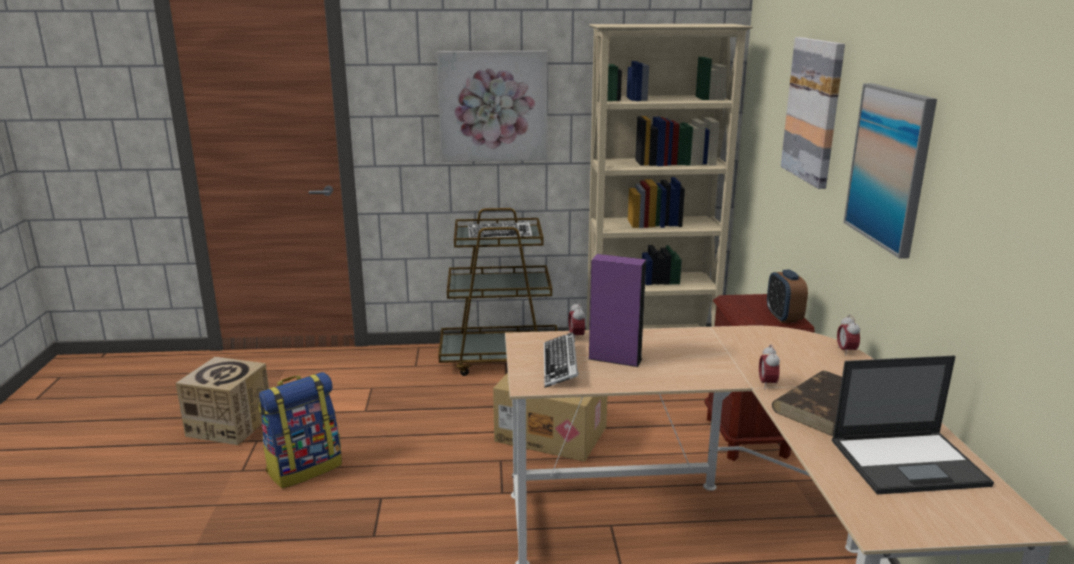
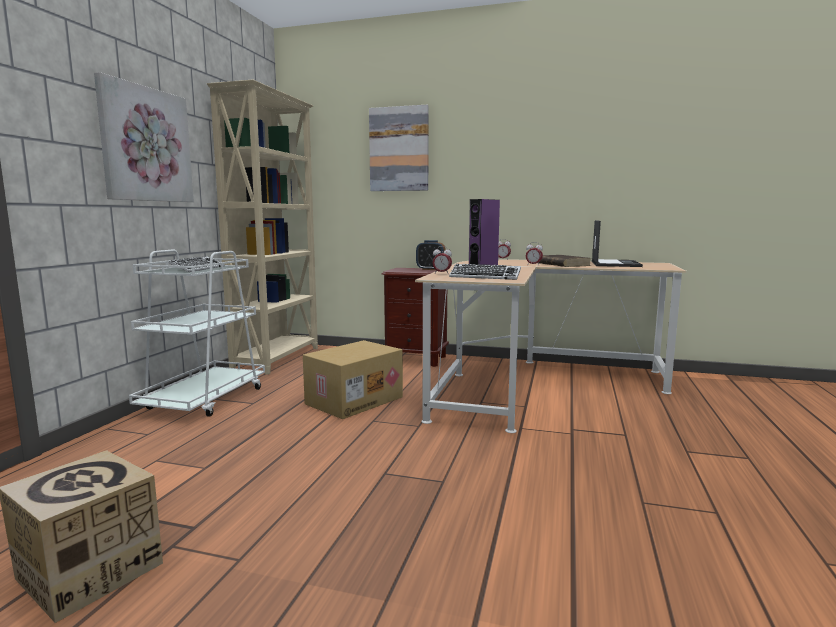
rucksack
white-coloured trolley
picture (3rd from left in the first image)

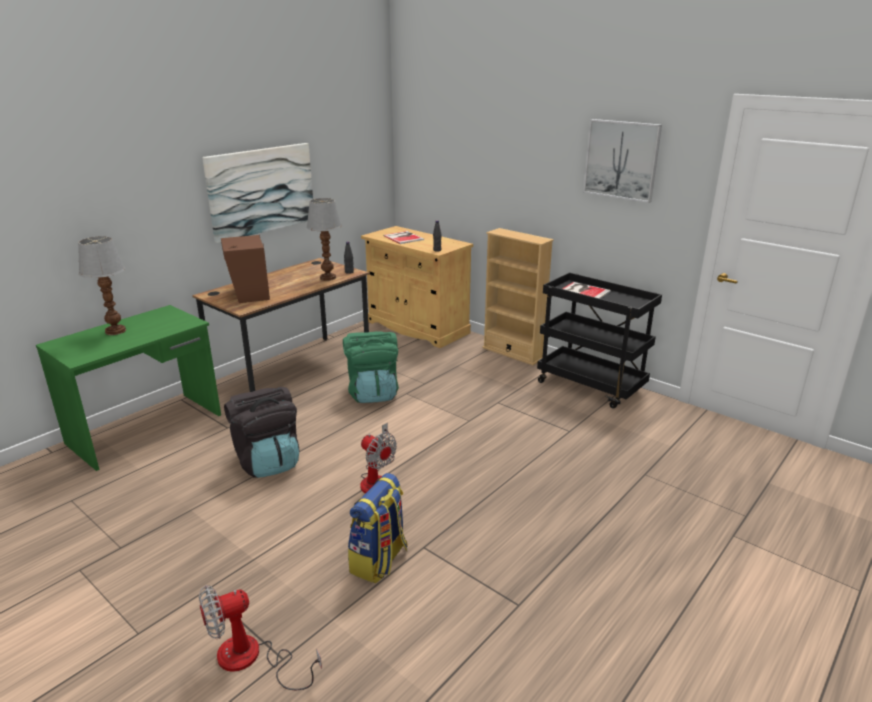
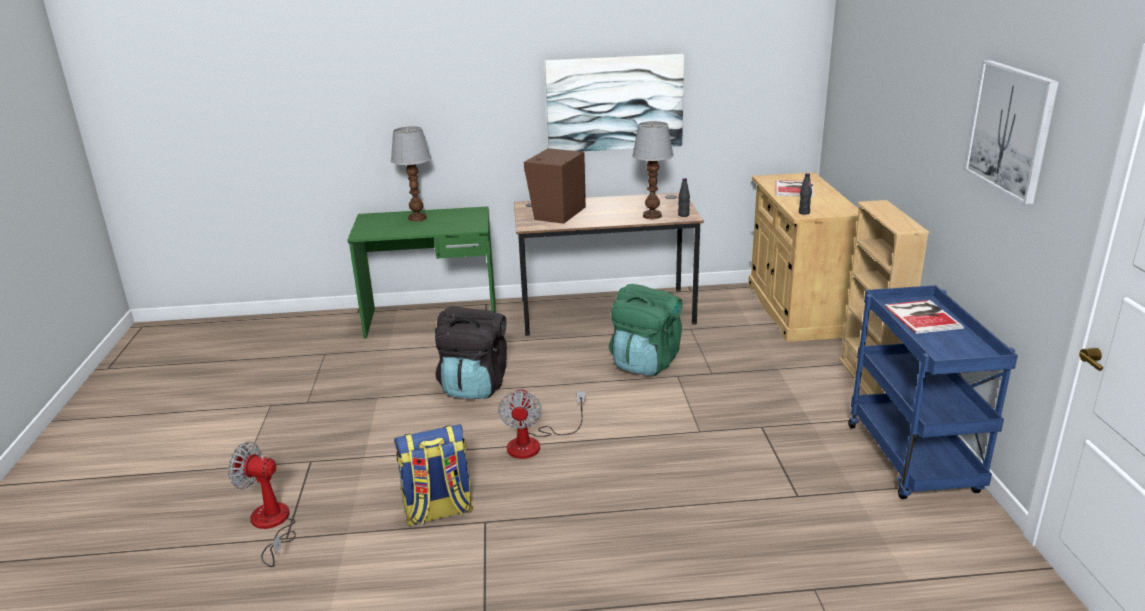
bluish trolley

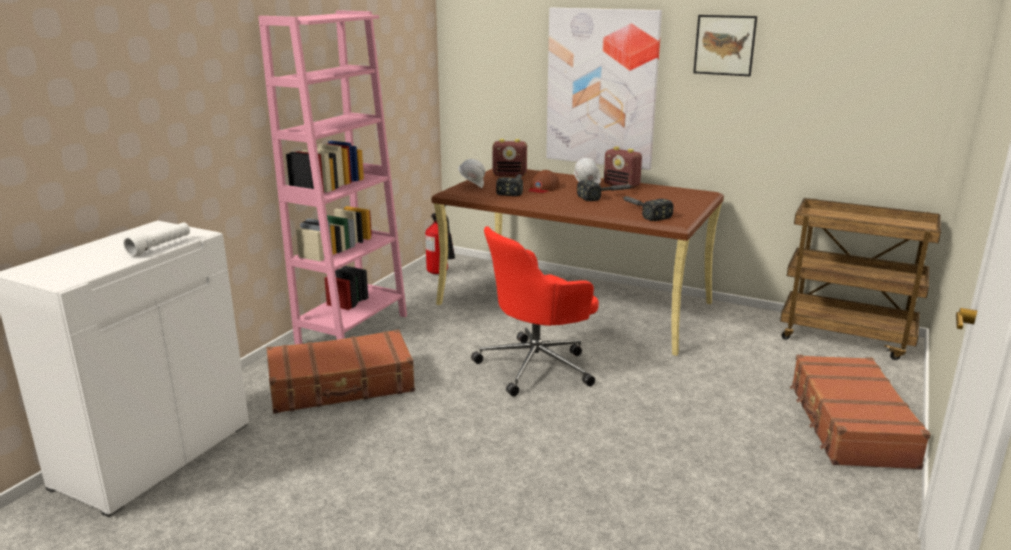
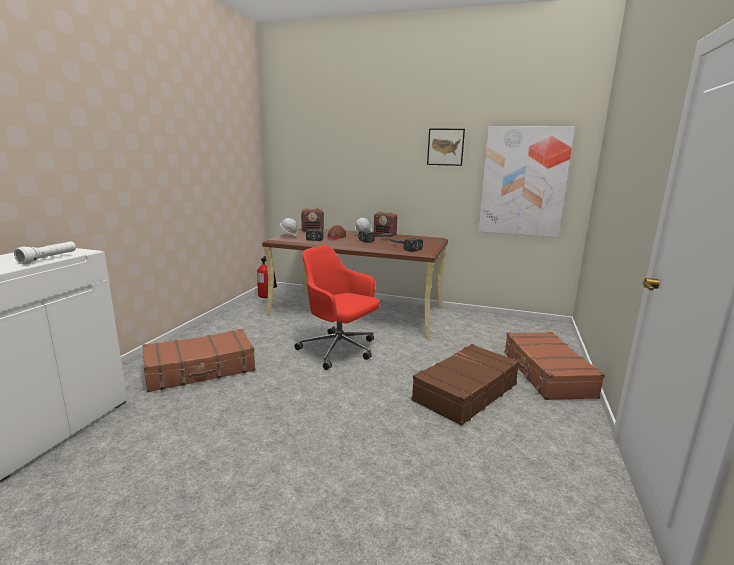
pink shelving unit
red computer chair
picture (2nd from left)
brown-coloured trolley
brown-coloured travel case (2nd from left)

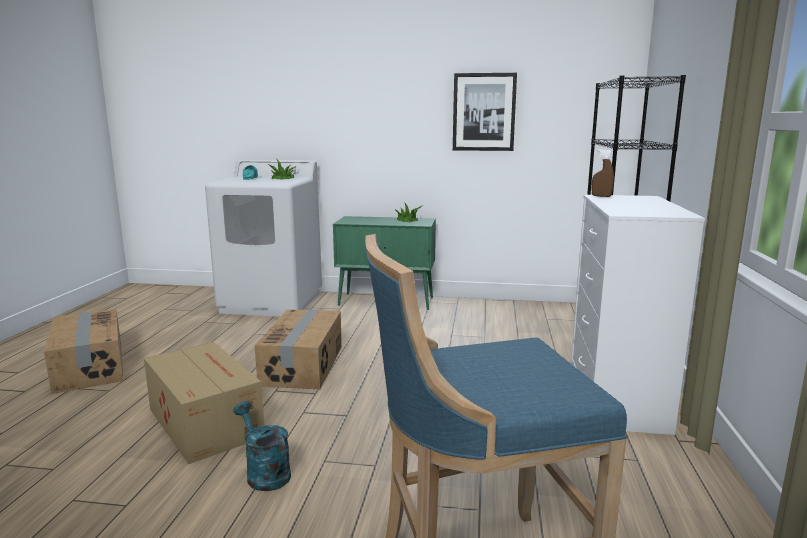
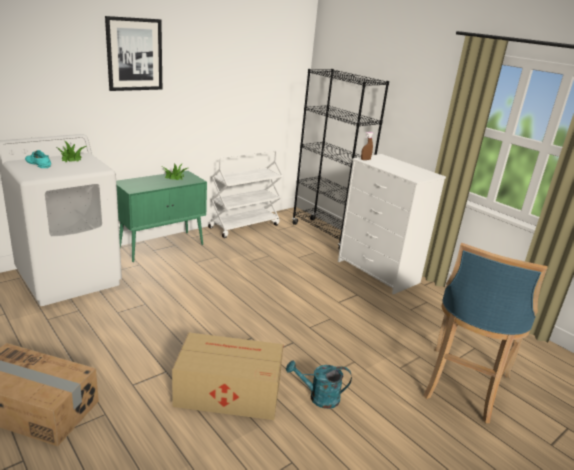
packing box (3rd from left in the first image)
picture
white-coloured trolley

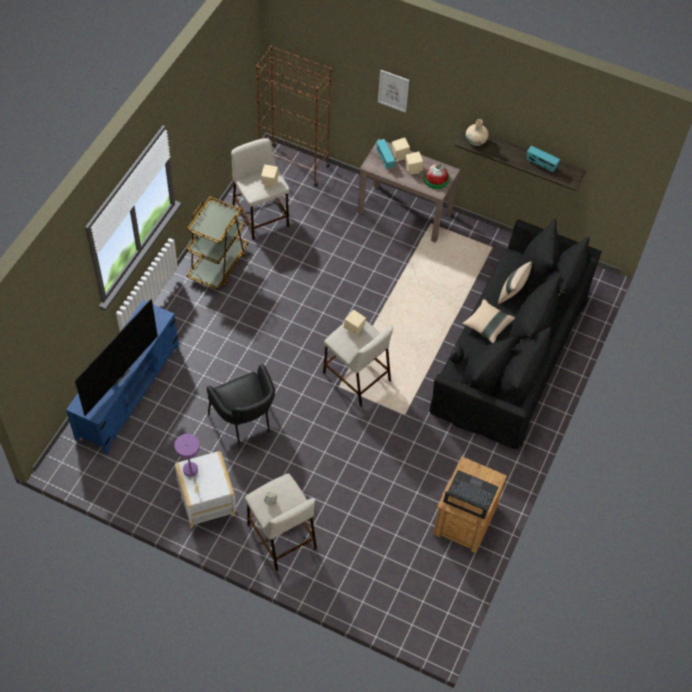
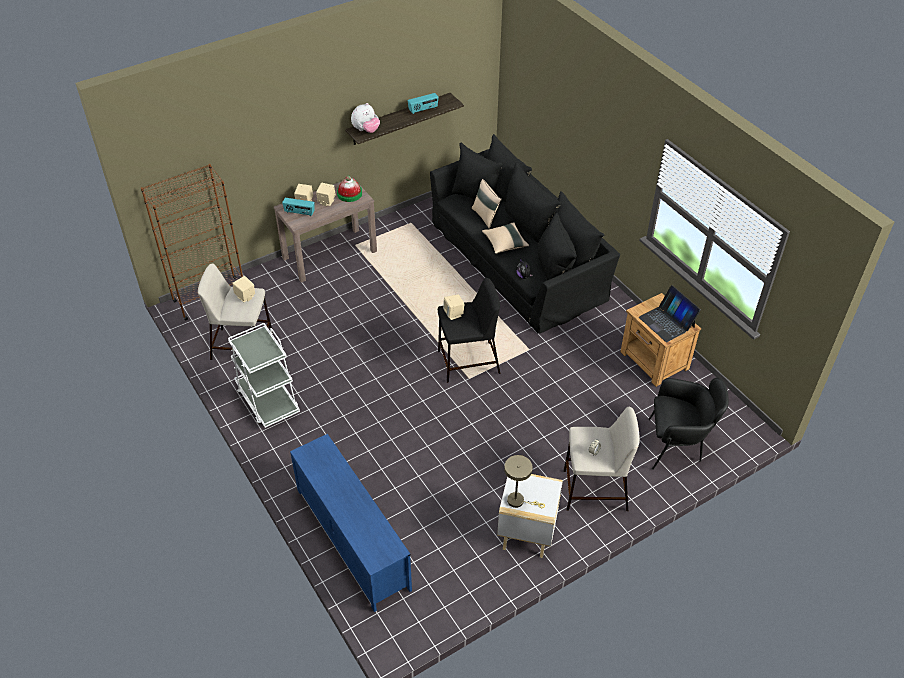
TV
beige table lamp
white-coloured trolley
blackish armchair
blackish stool
picture
laptop
cuddly toy (1st from left)

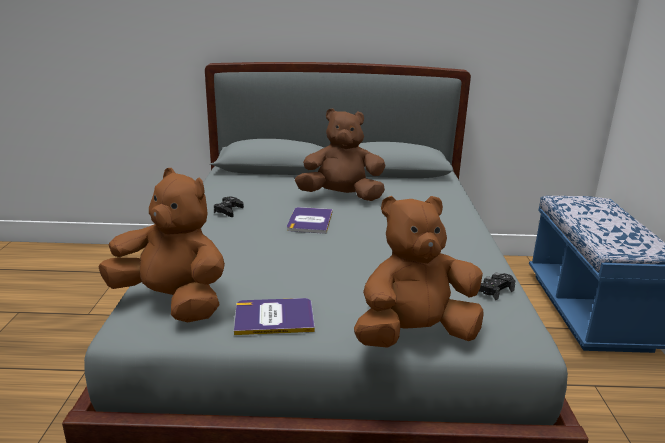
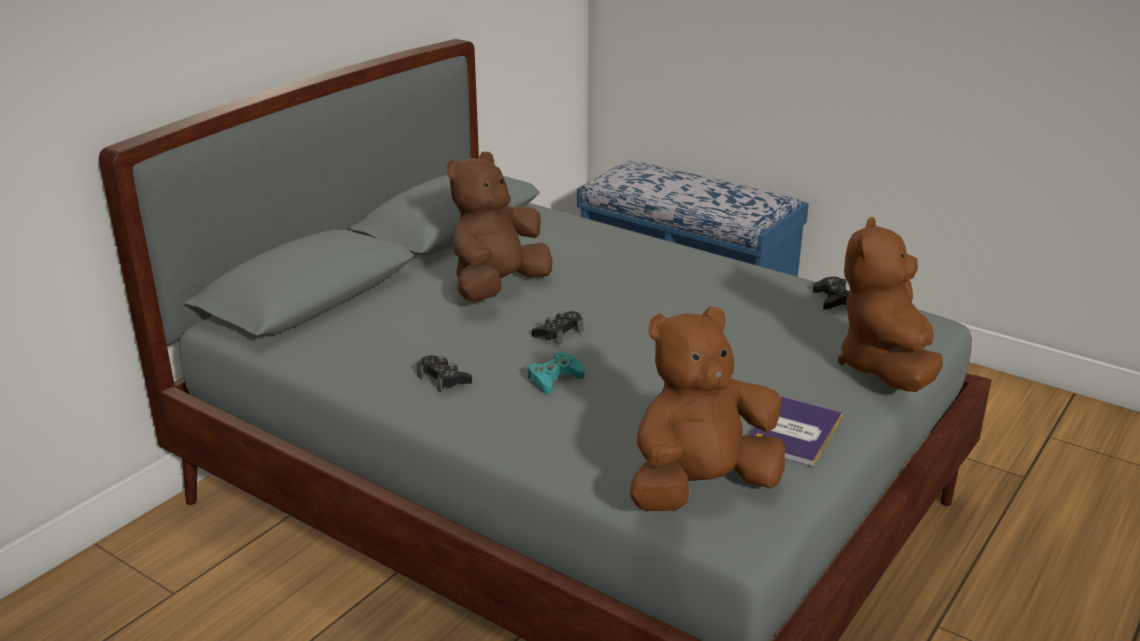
blackish joypad (2nd from left)
turquoise joypad

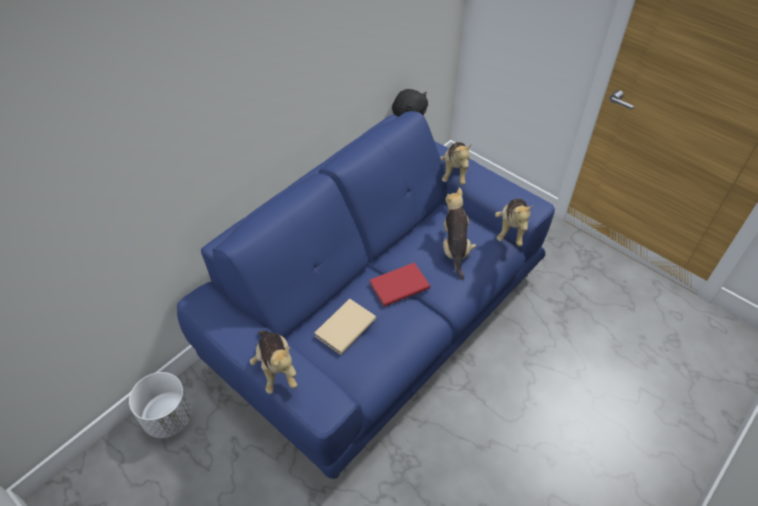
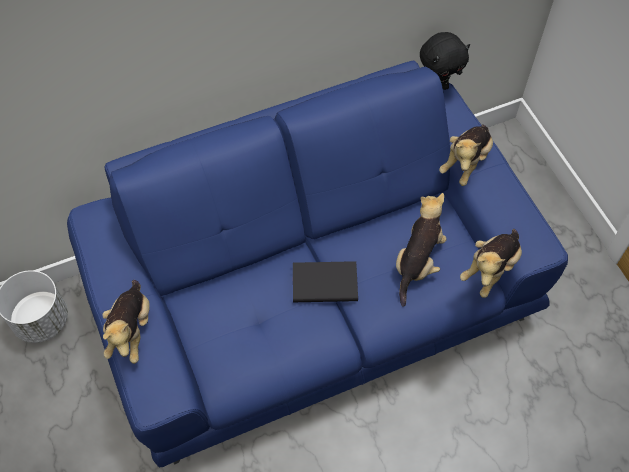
beige volume
blackish volume

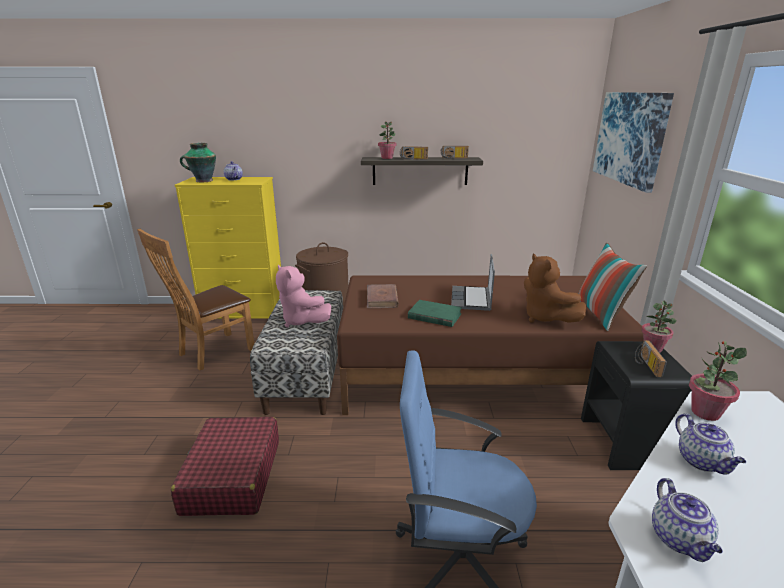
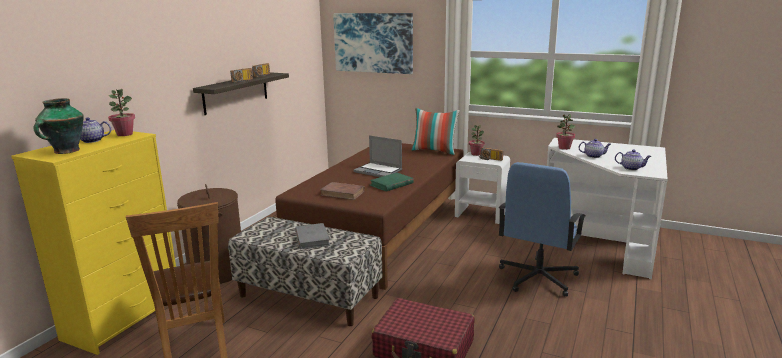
greyish volume
plant in a pot (1st from left)
brown-coloured cuddly toy
white-coloured night table

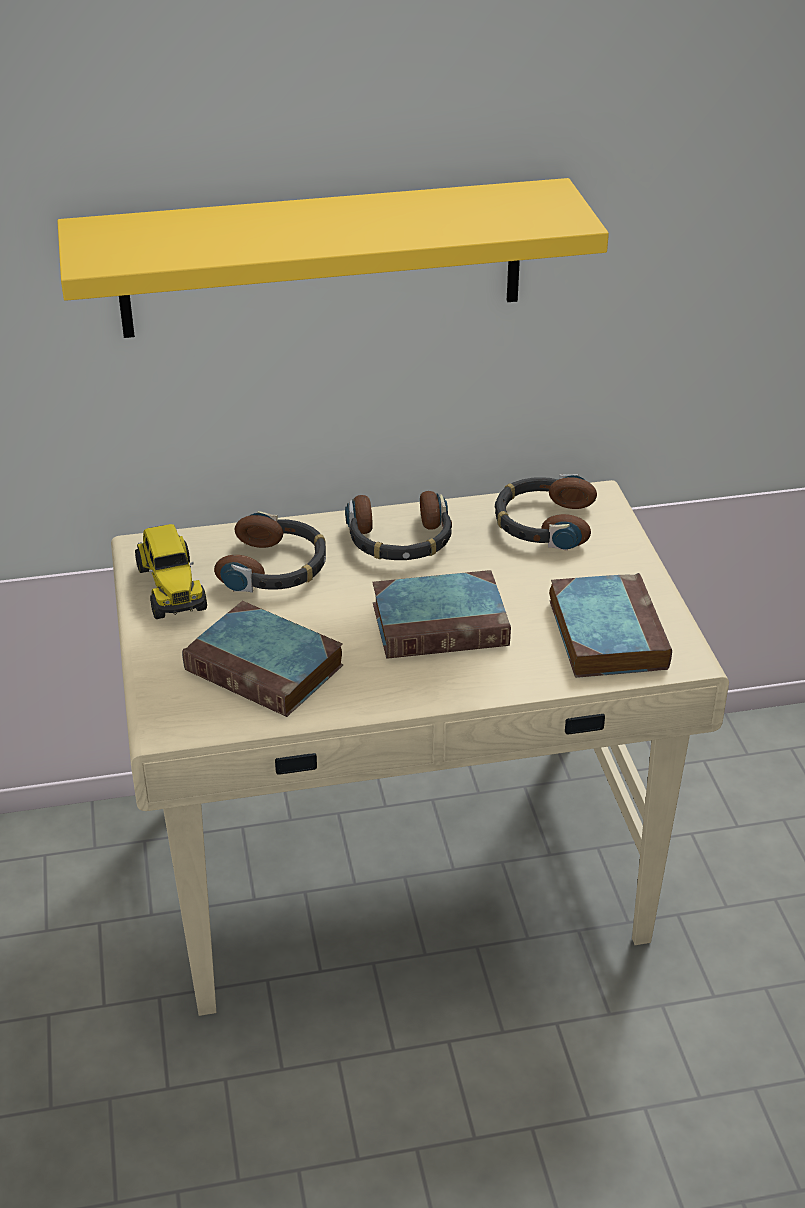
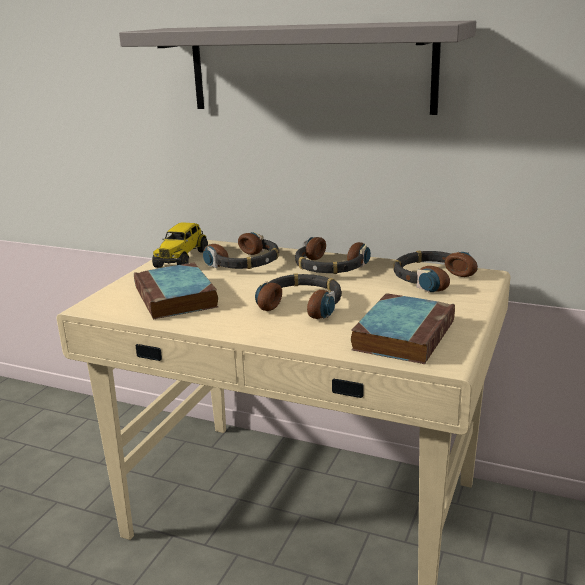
greyish shelf
headphones (2nd from left)

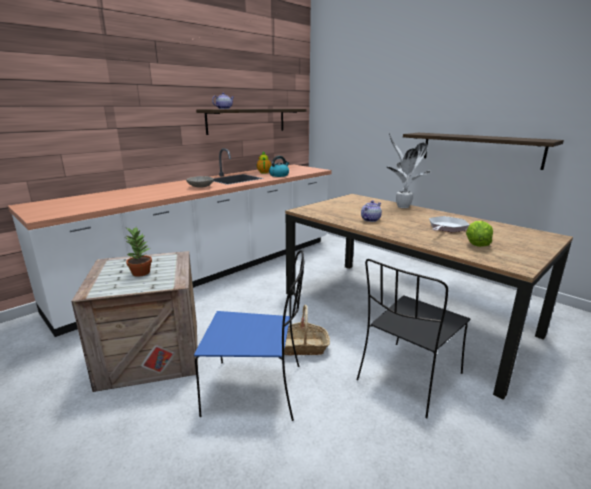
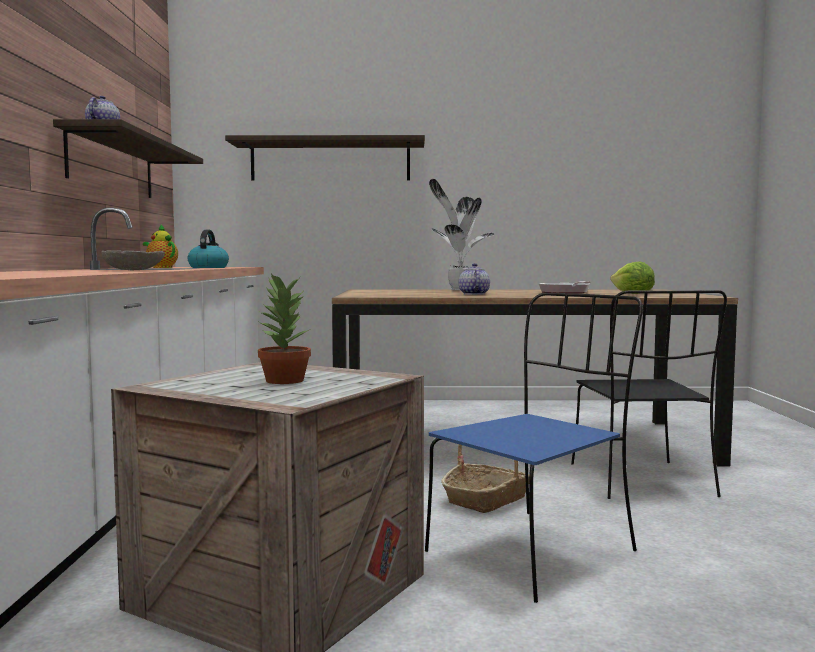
shelf (2nd from left)

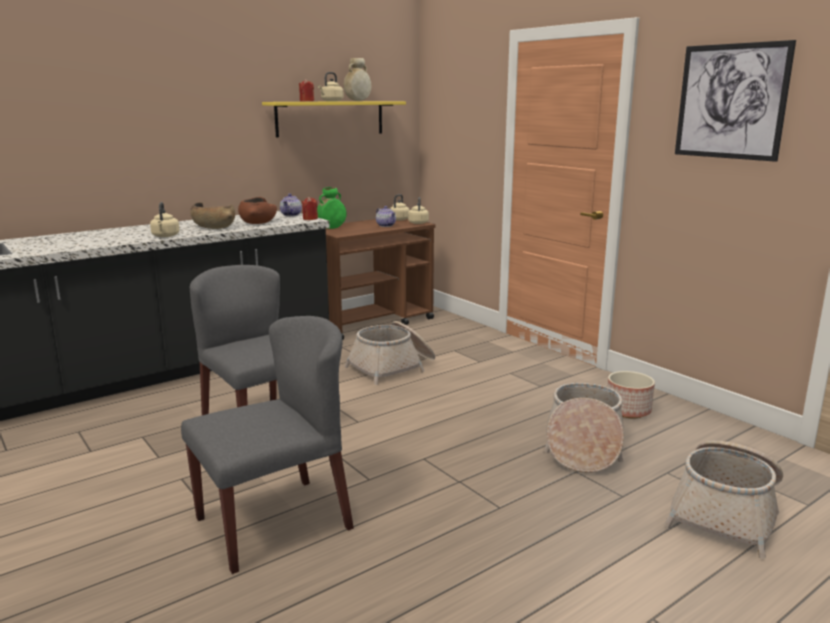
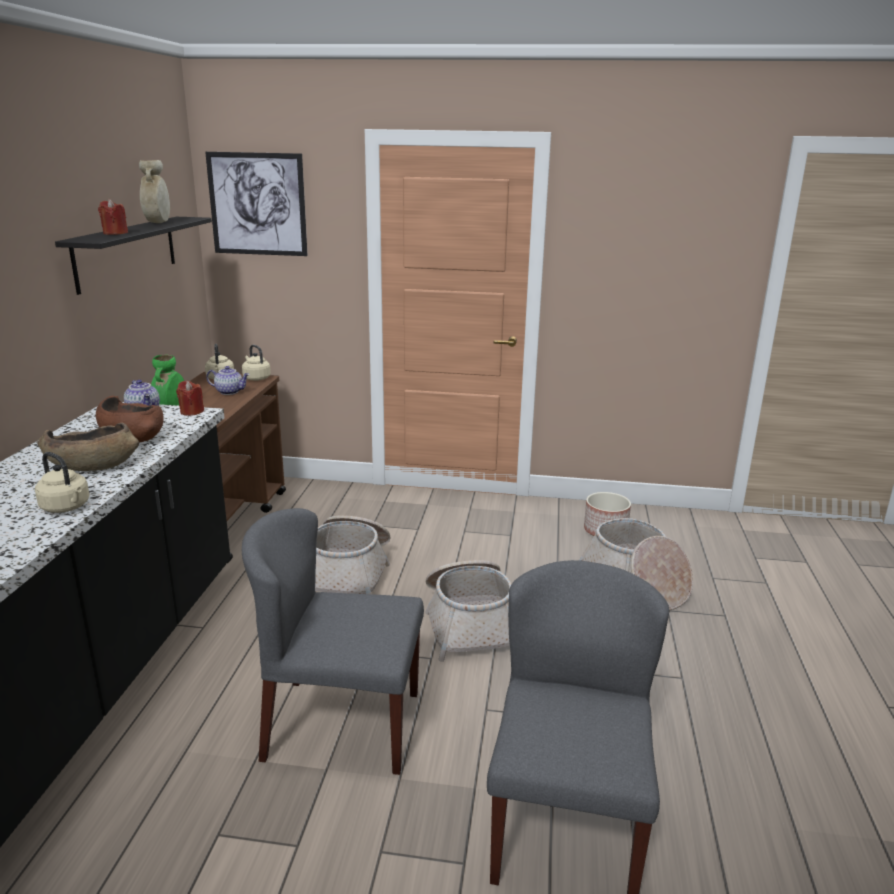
blackish shelf
beige tea kettle (2nd from left in the first image)
household basket (2nd from left)
picture

